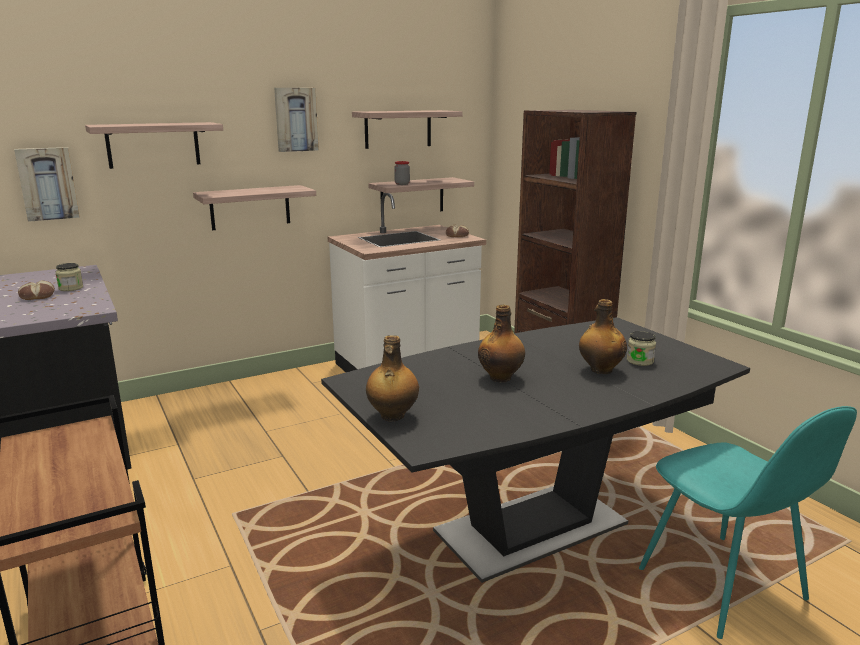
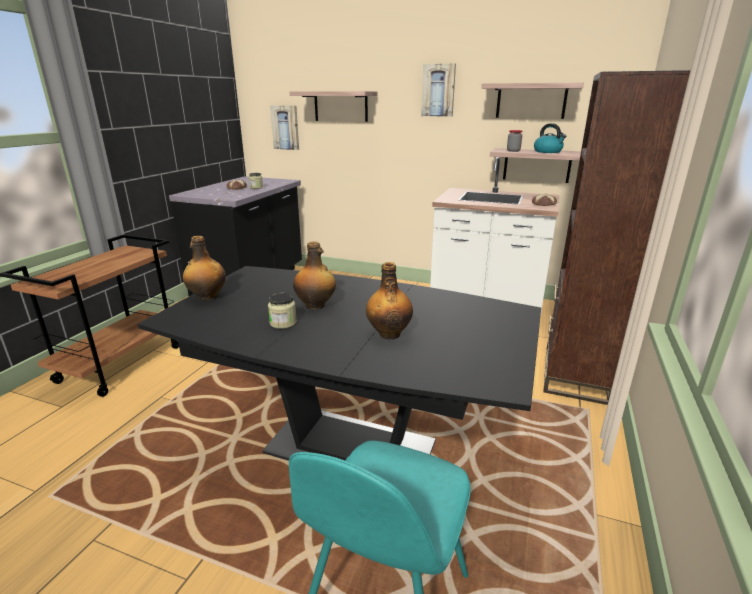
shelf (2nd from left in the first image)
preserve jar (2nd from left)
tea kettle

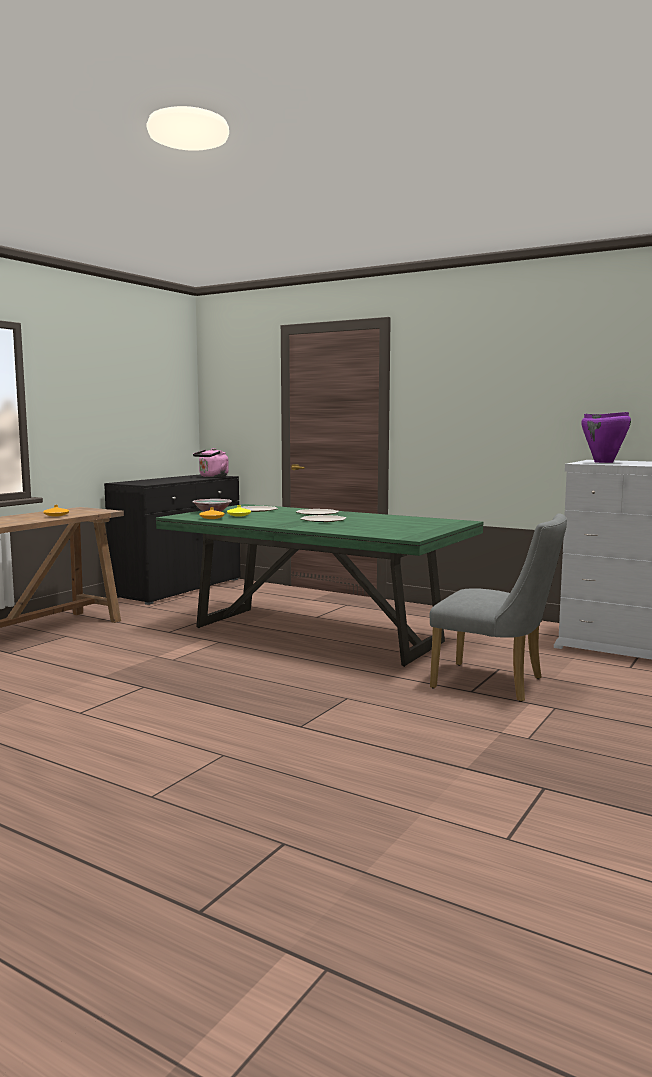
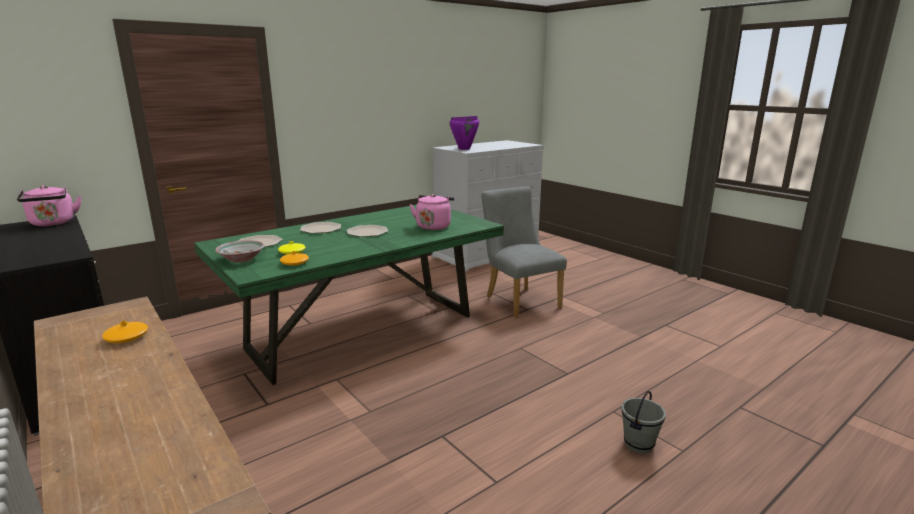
greyish upright chair
pink tea kettle (2nd from left)
greyish water bucket

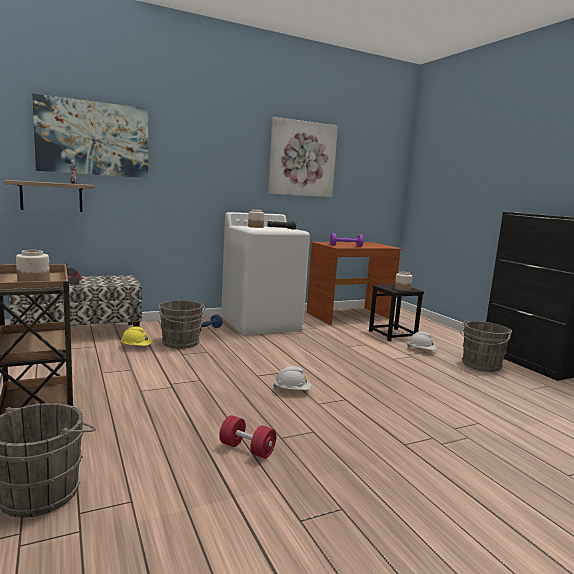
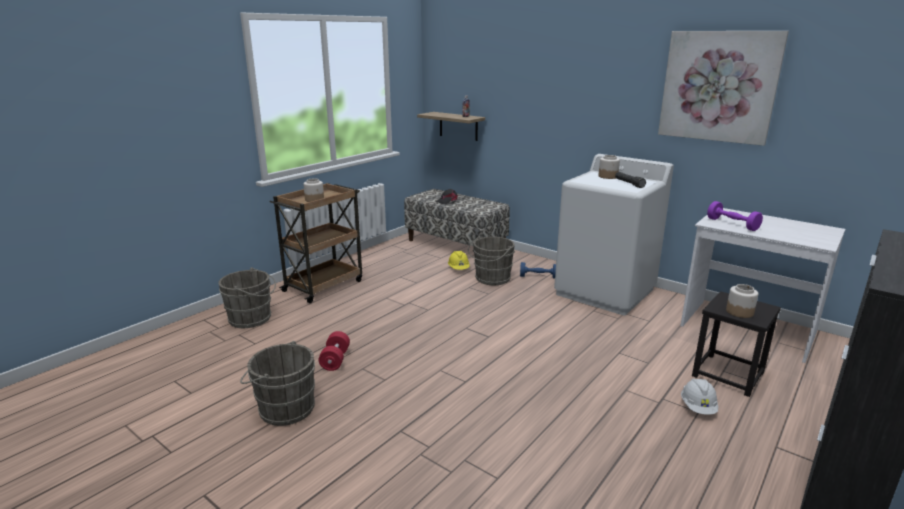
picture (1st from left in the first image)
white-coloured safety helmet (1st from left in the first image)
white-coloured desk unit
greyish water bucket (2nd from left)

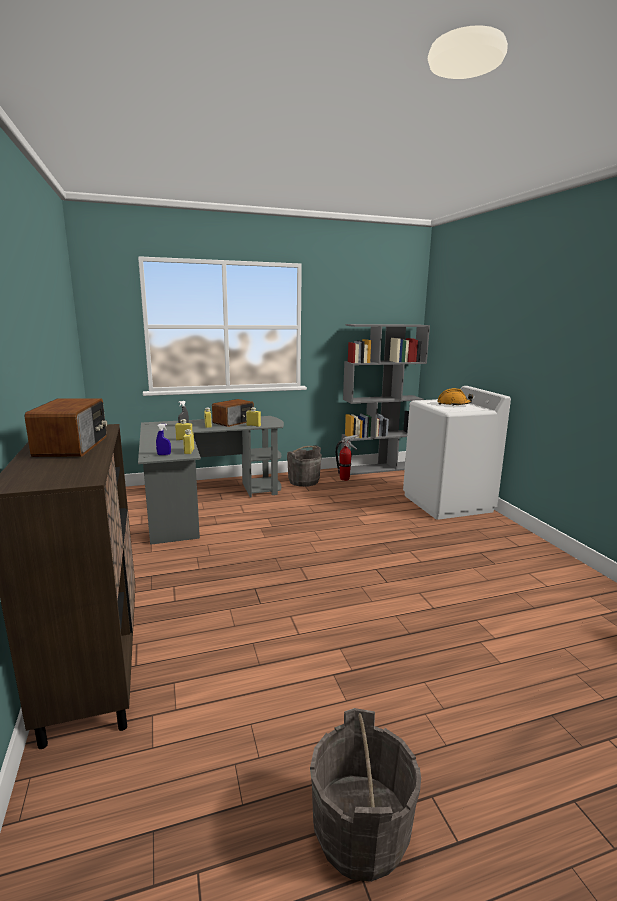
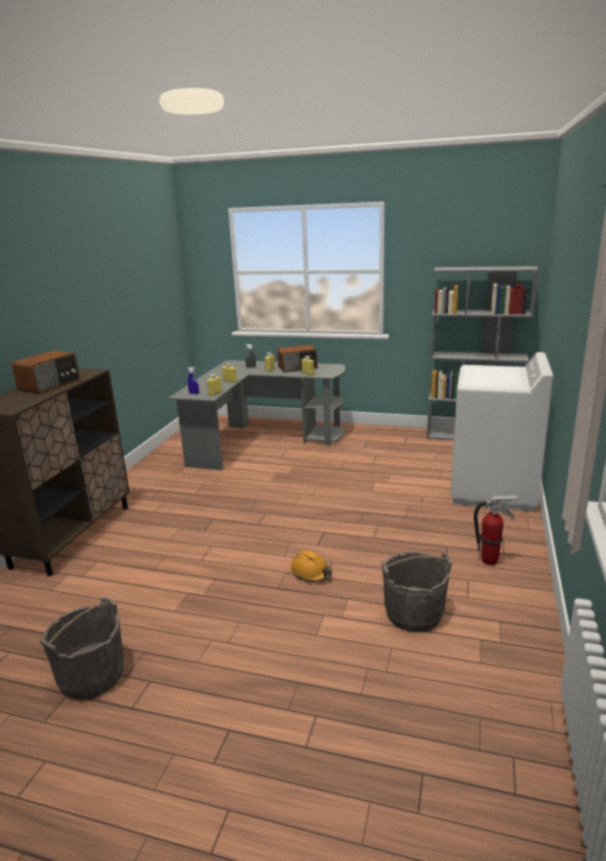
greyish water bucket (2nd from left)
fire extinguisher
orange safety helmet

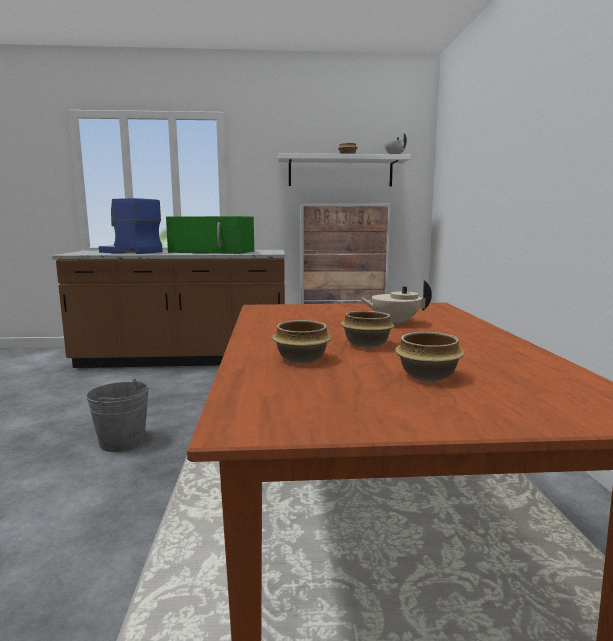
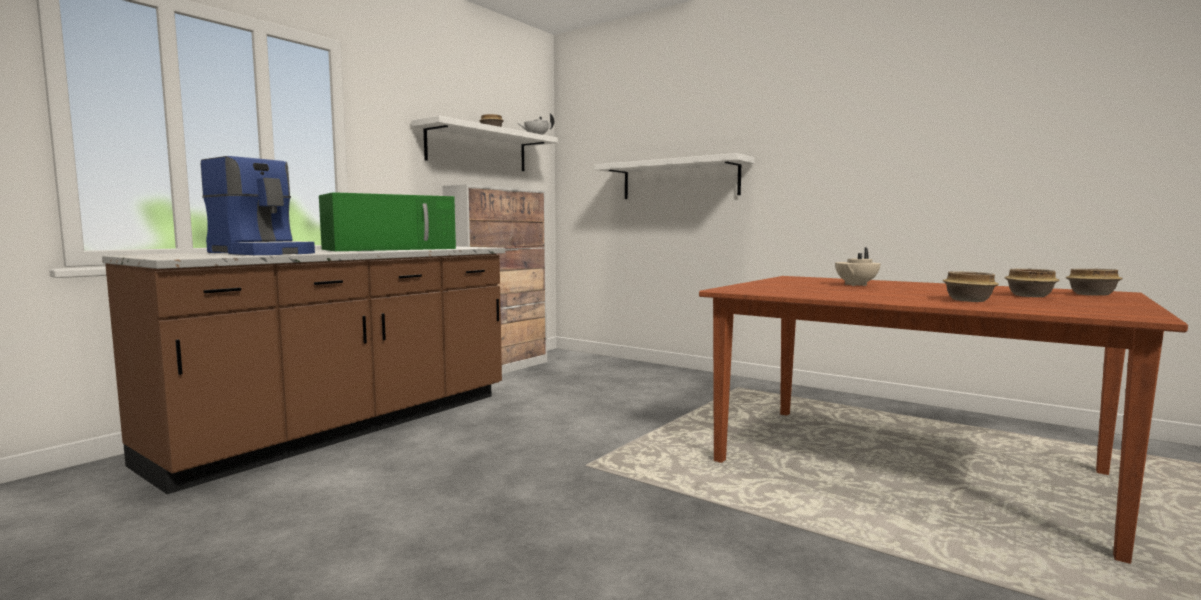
greyish water bucket
coffee machine
serving bowl (4th from left)
white-coloured shelf (2nd from left)

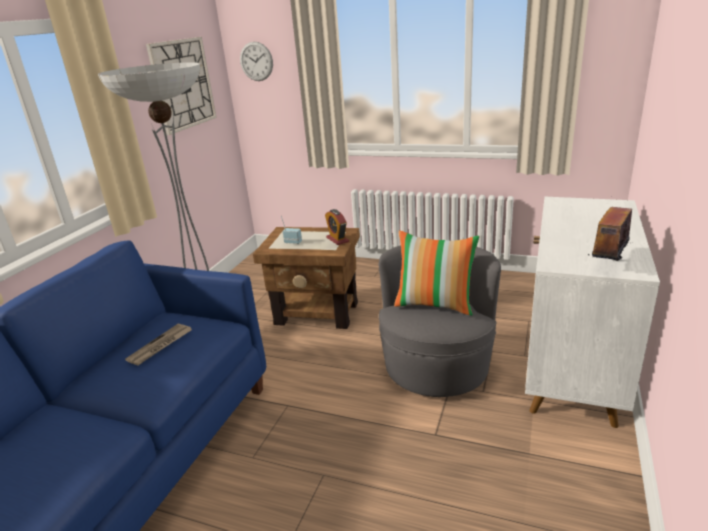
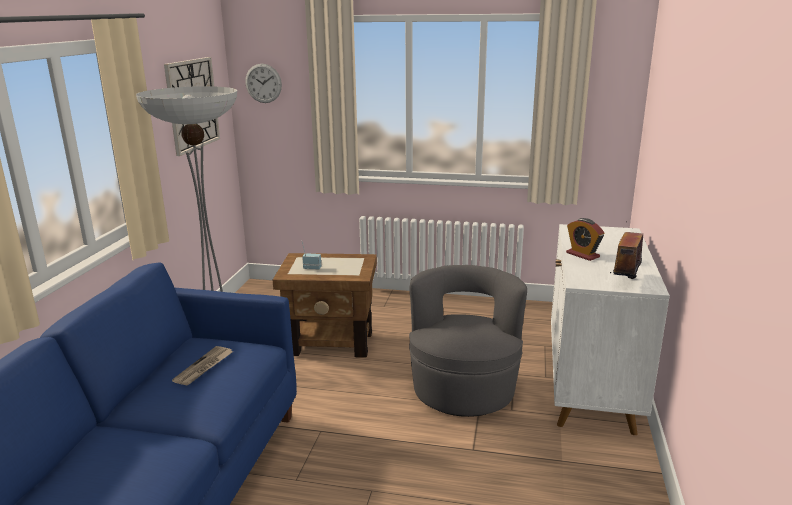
bedside clock
cushion

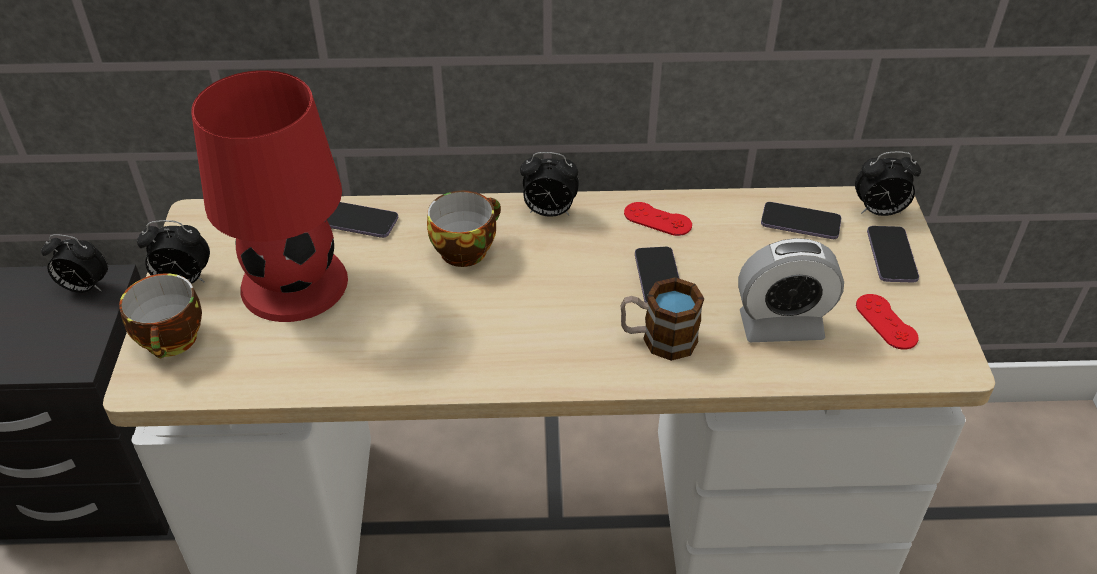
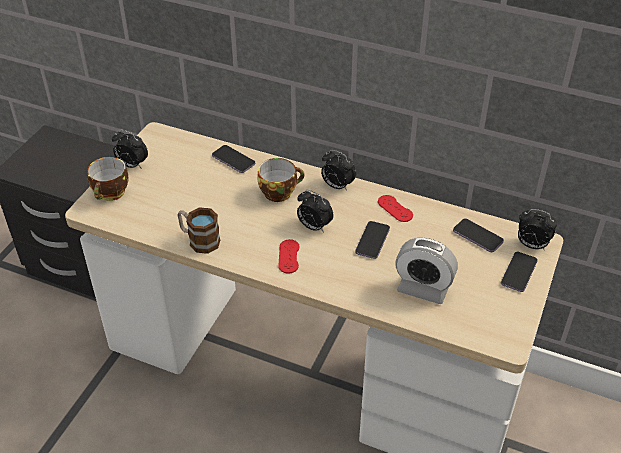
bedside clock (2nd from left)
red table lamp
mug
red joypad (1st from left)

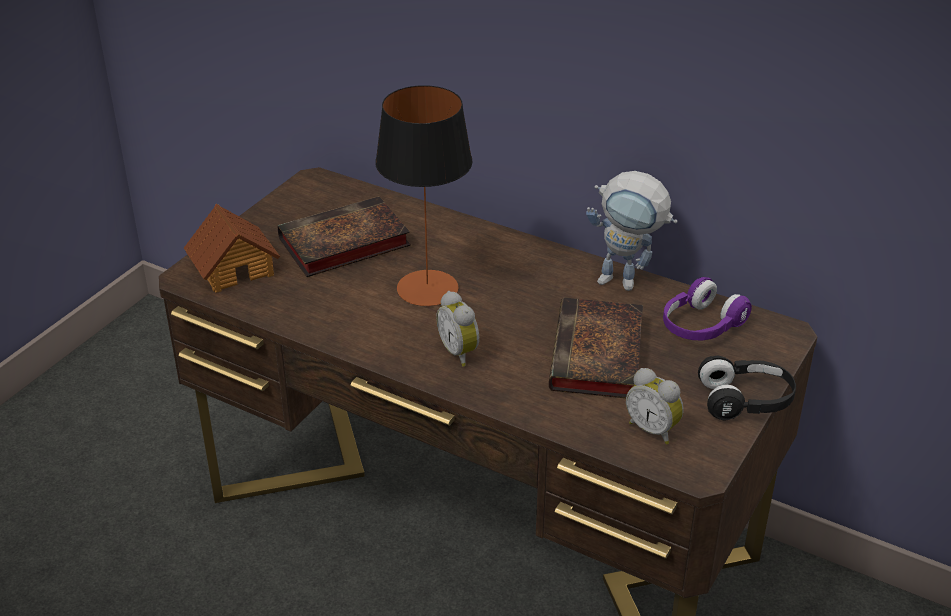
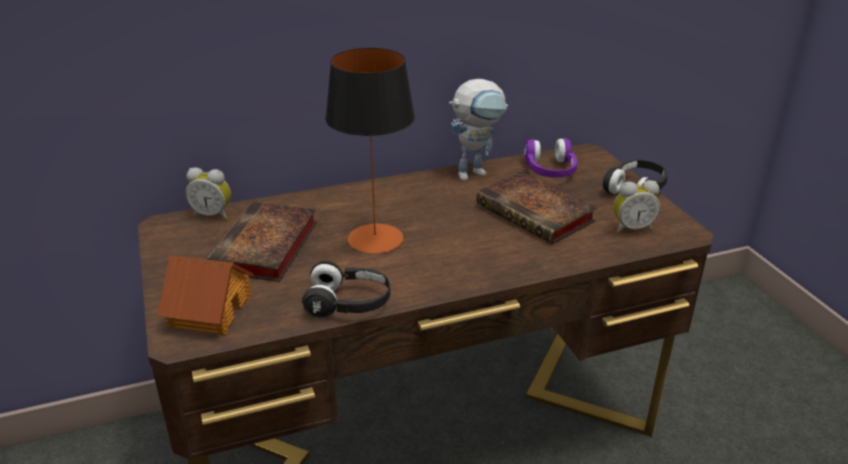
bedside clock (1st from left)
blackish headphones (1st from left)

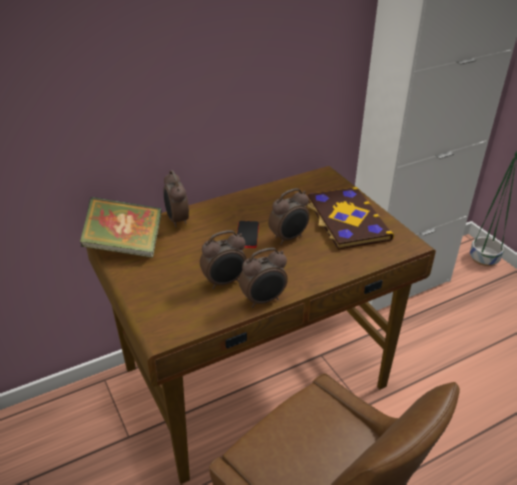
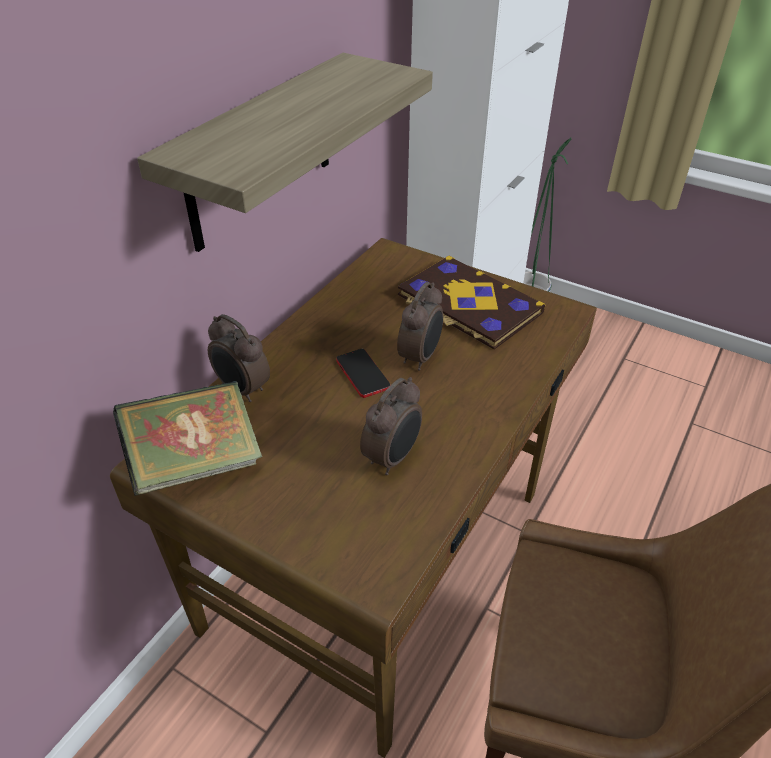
bedside clock (3rd from left in the first image)
shelf

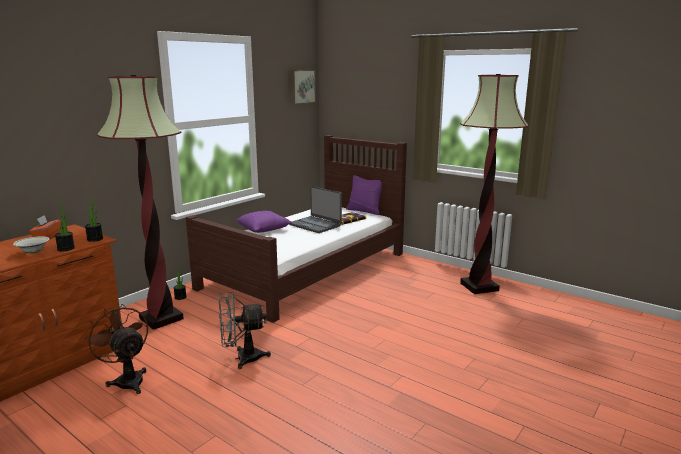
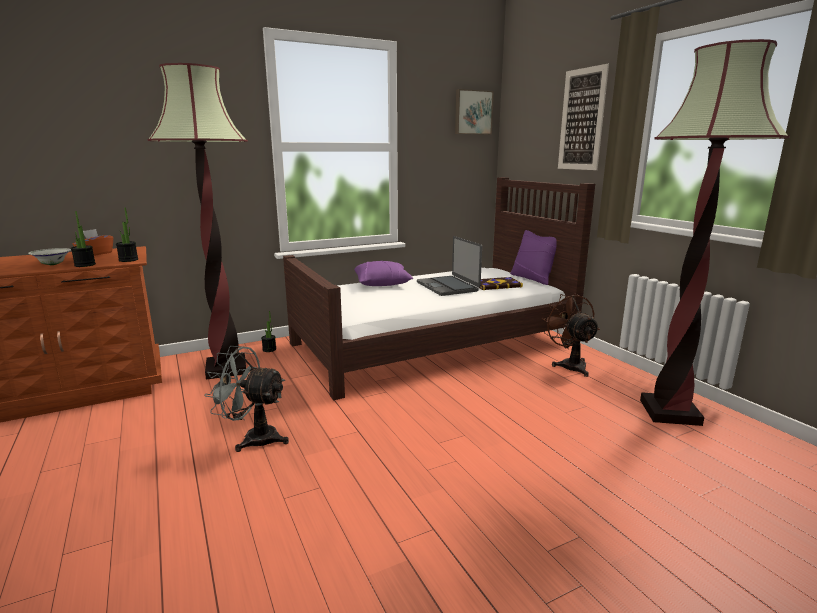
brown-coloured electric fan
picture (2nd from left)

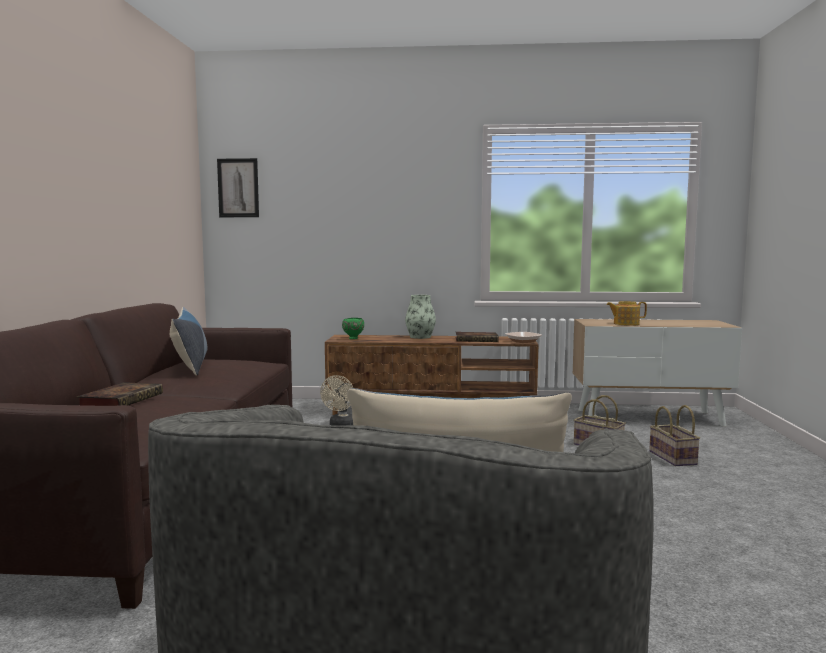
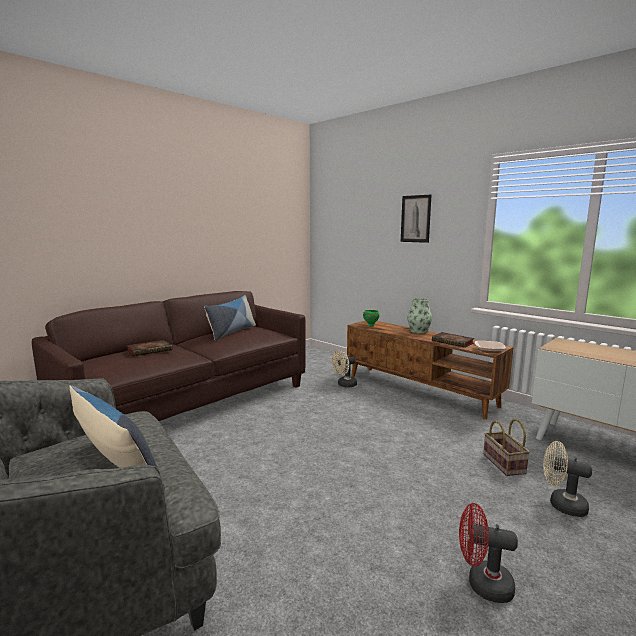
picture
pot for tea
beige electric fan (2nd from left)
red electric fan

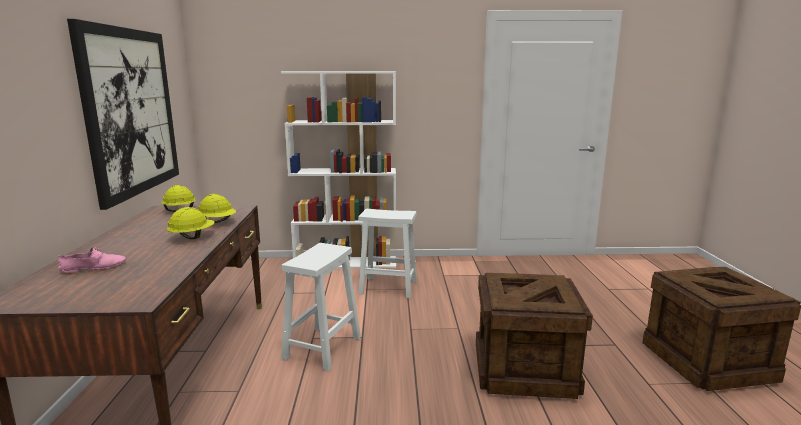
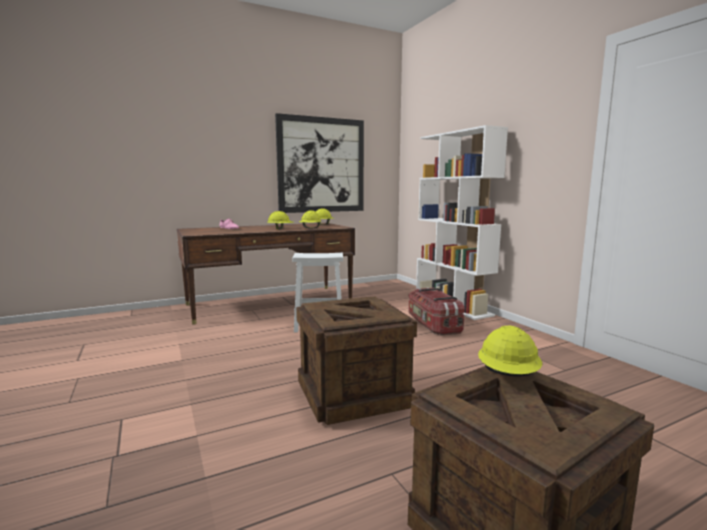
storage bin
yellow-coloured safety helmet (4th from left)

